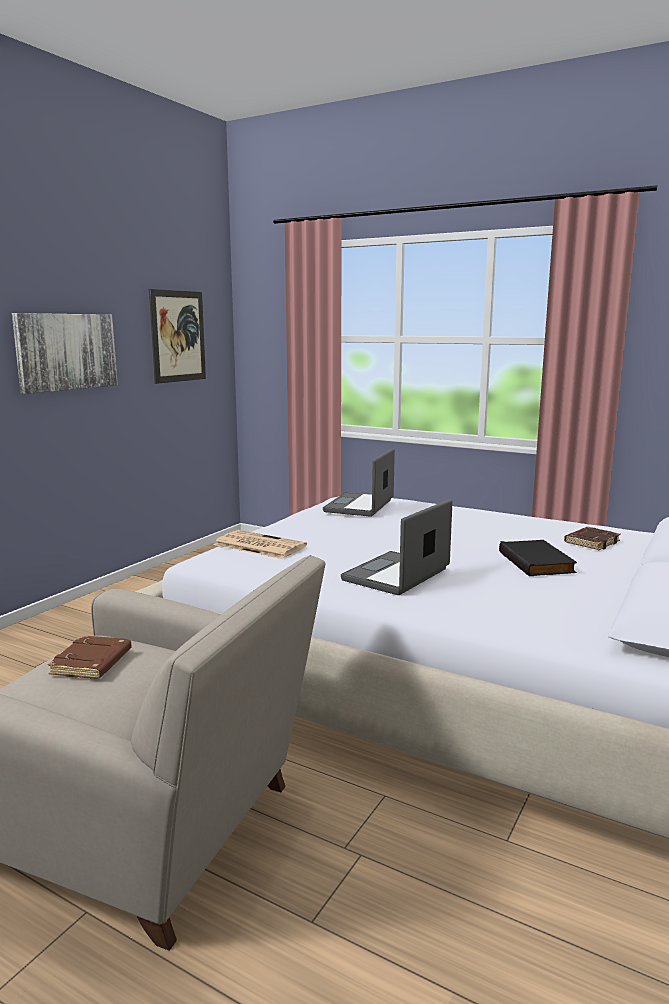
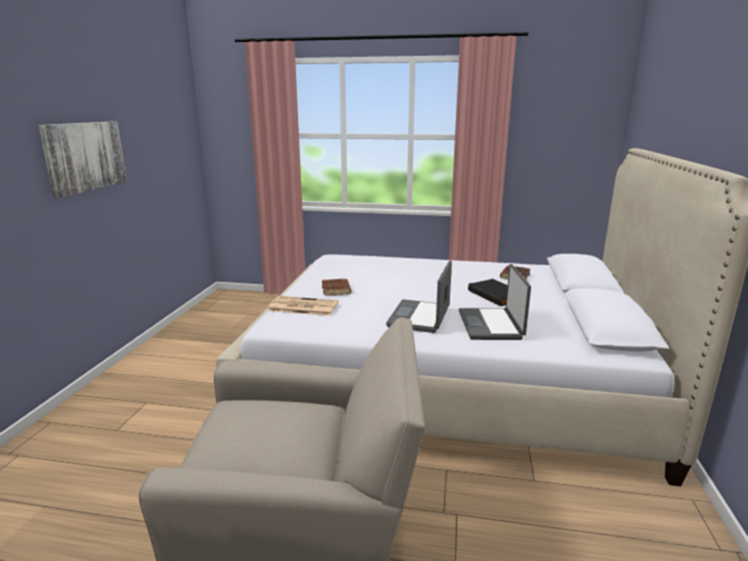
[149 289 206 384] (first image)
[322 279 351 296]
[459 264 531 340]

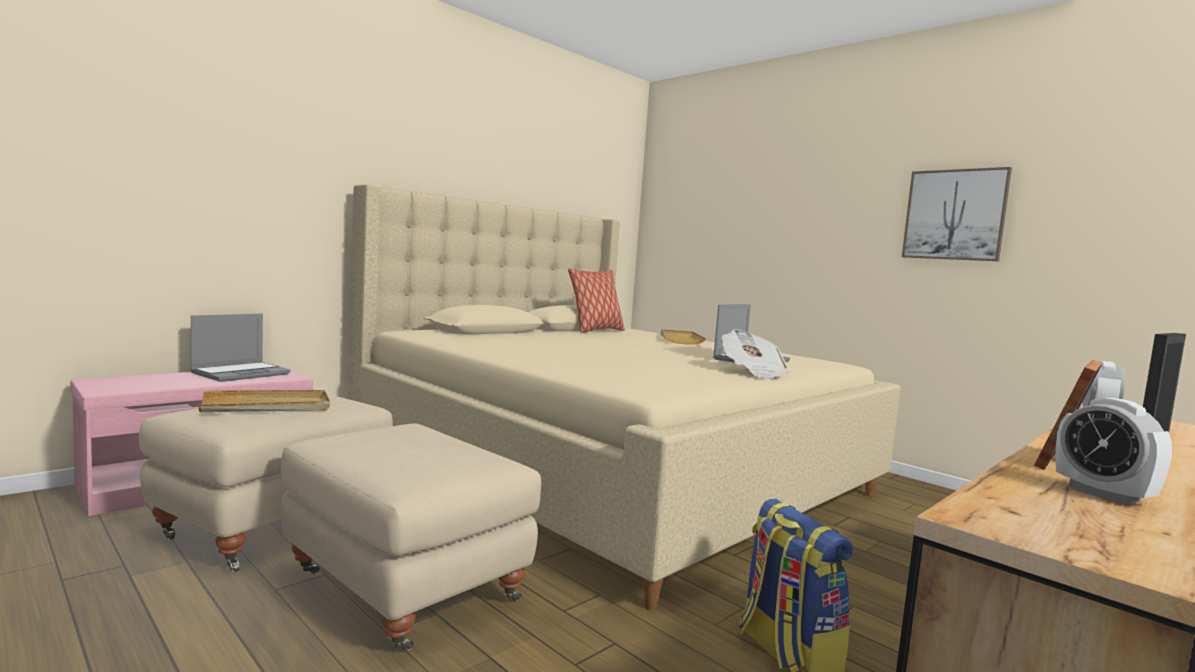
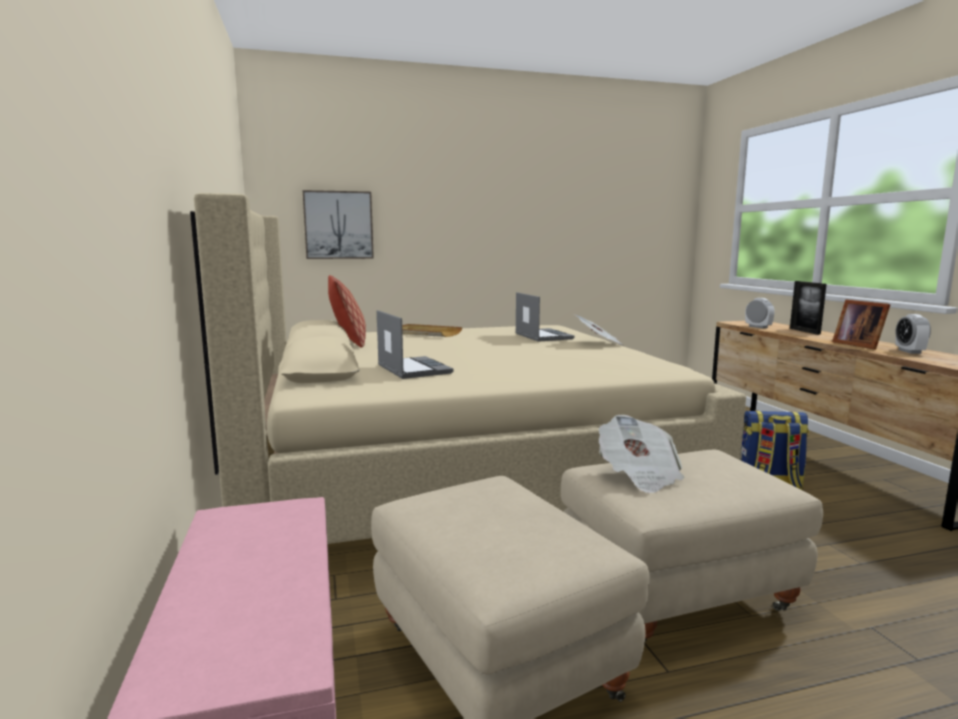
[199 390 330 412] (first image)
[598 415 685 493]
[377 310 454 379]
[303 190 374 259]
[895 314 931 354]

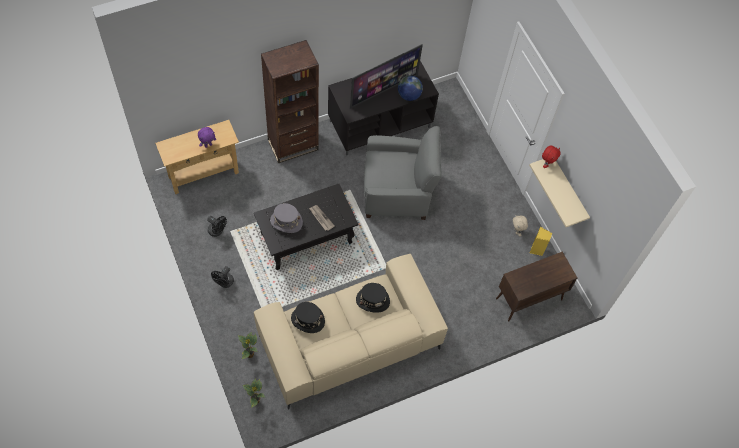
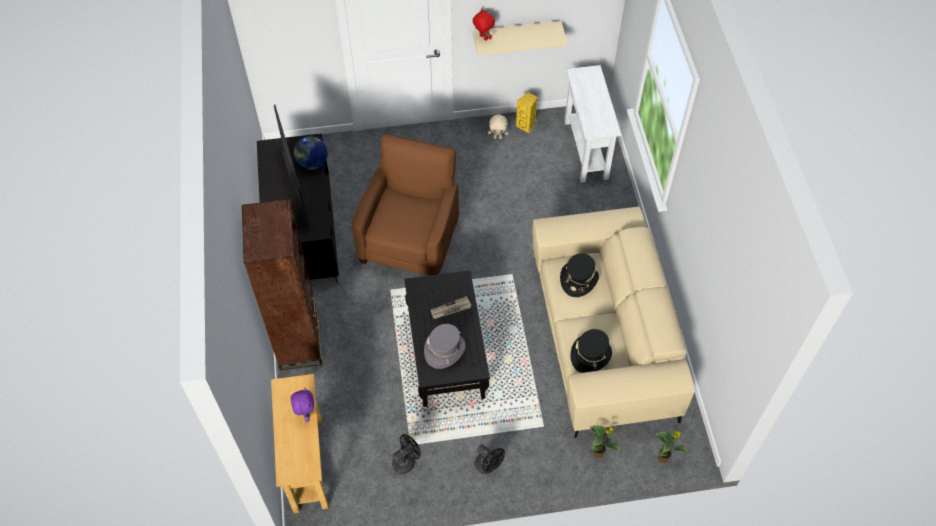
[564 65 622 183]
[352 134 459 275]

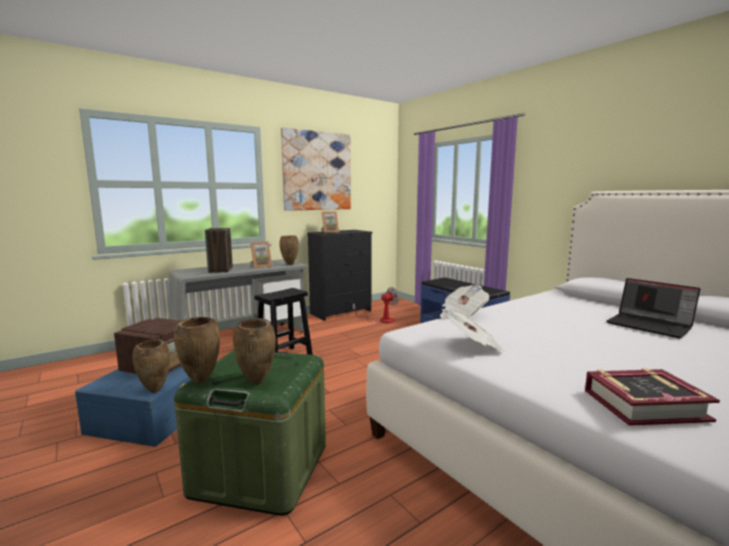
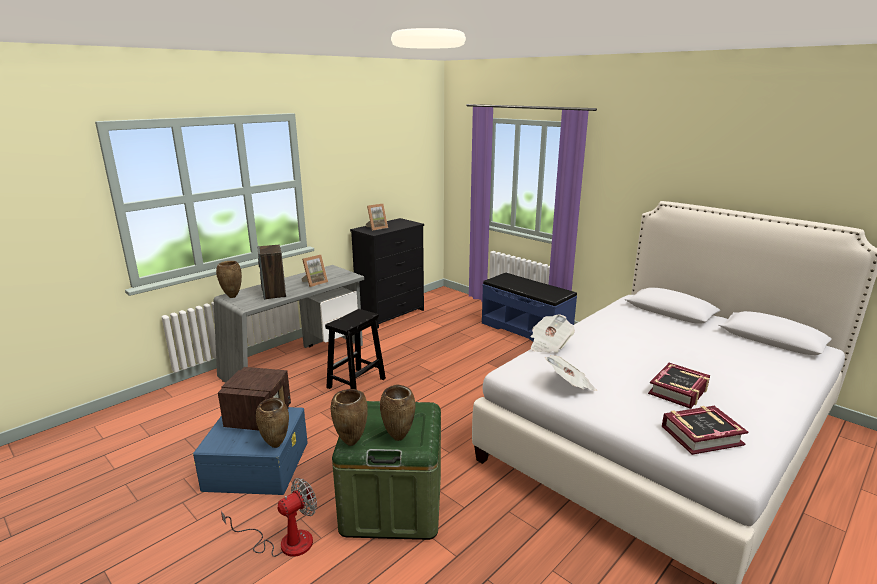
[281 127 351 211] (first image)
[606 278 700 338] (first image)
[648 363 710 409]
[216 261 242 298]
[221 478 317 557]

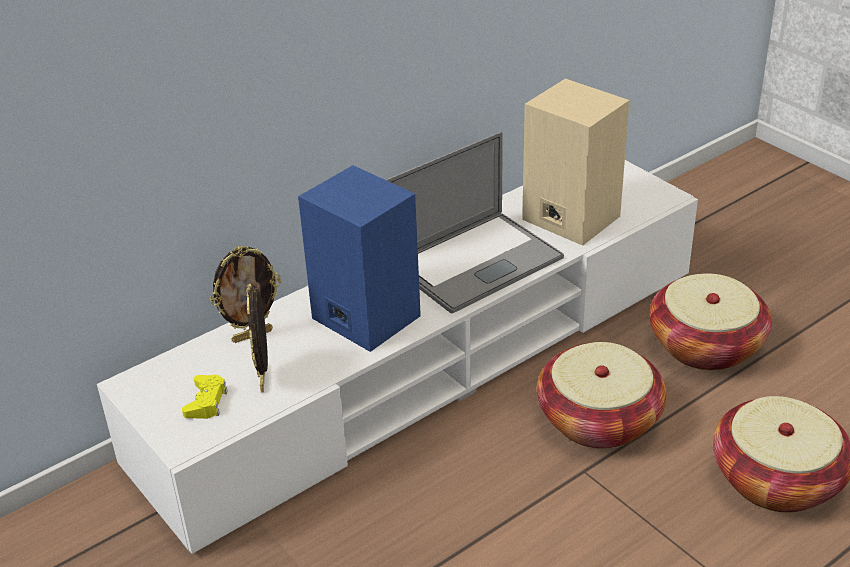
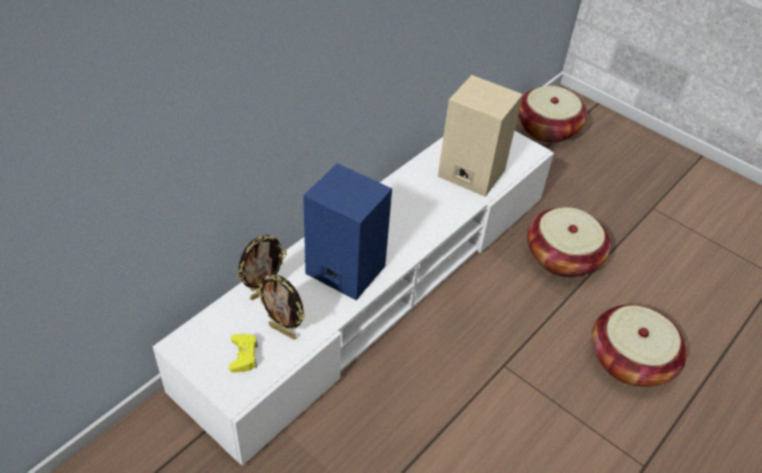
[386 132 564 313] (first image)
[518 86 587 143]
[256 274 305 340]

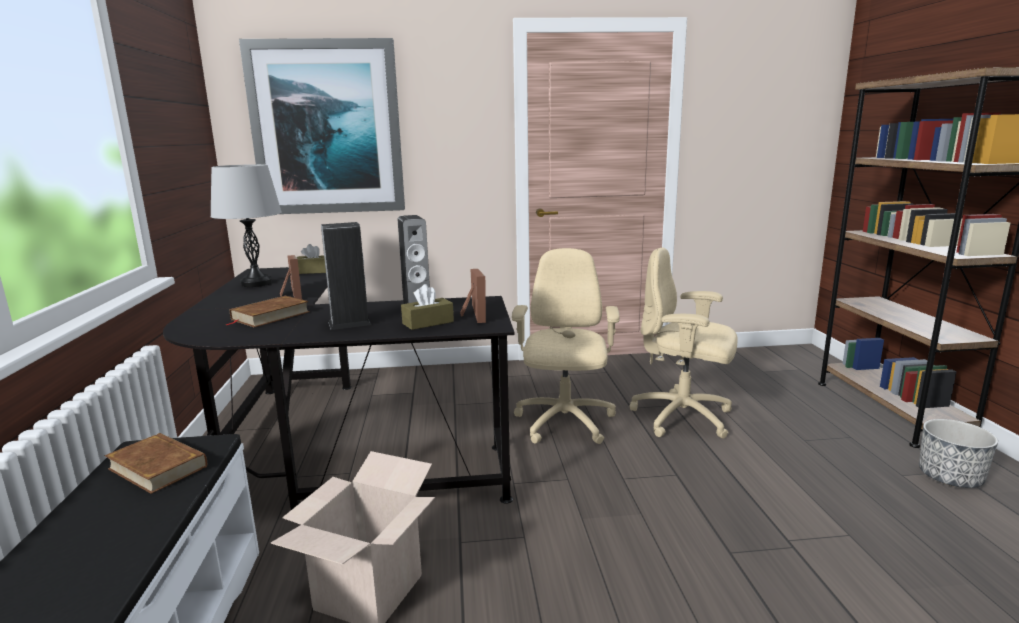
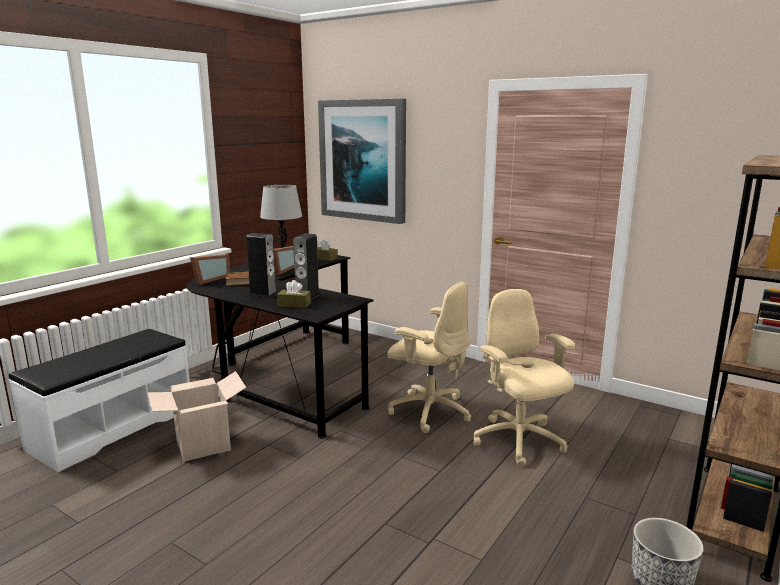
[105 433 207 494] (first image)
[190 254 230 285]
[388 282 472 433]

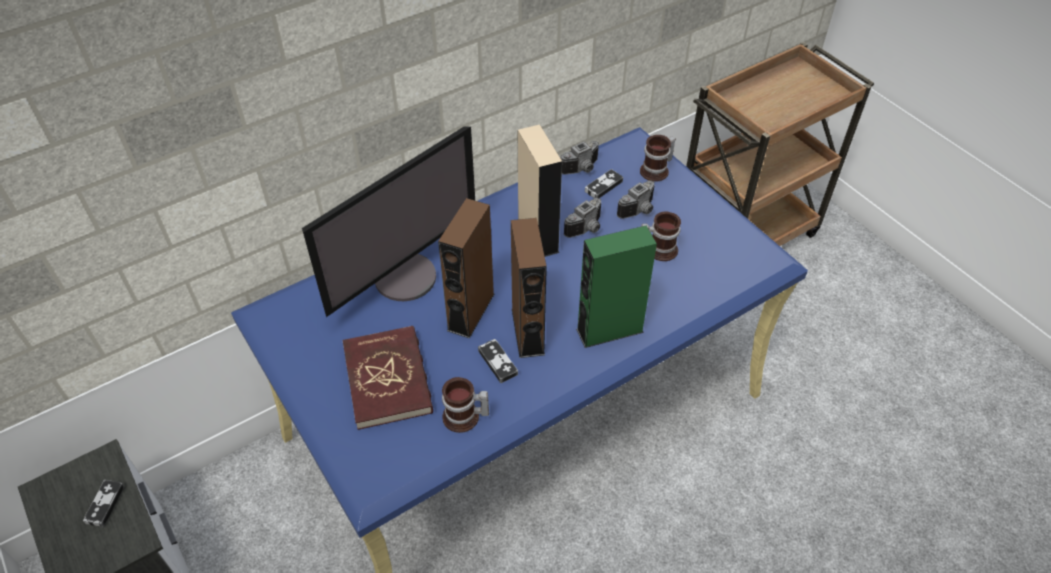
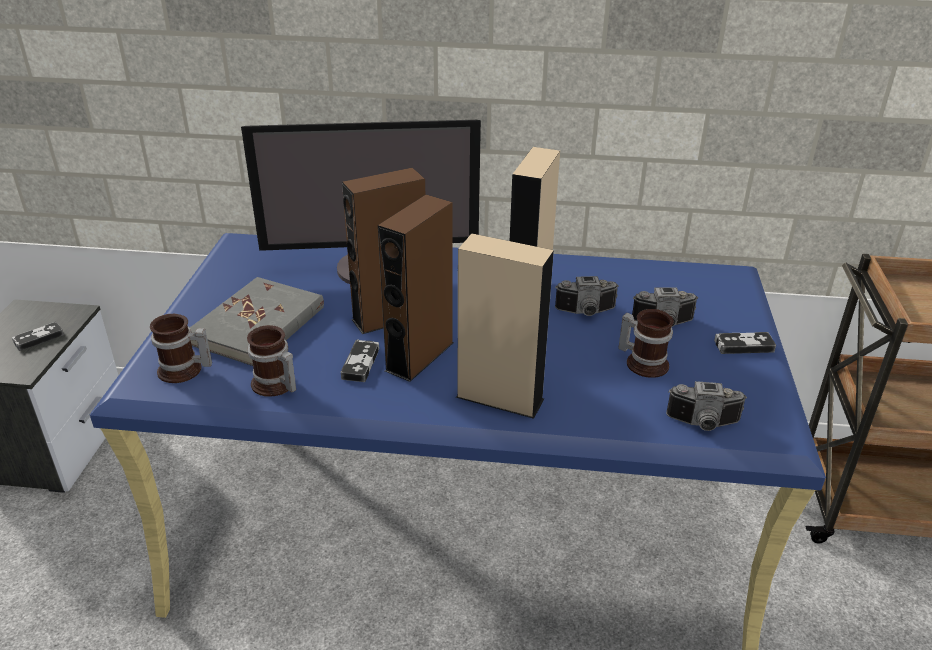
[666 381 747 431]
[714 332 776 354]
[150 314 212 383]
[190 277 324 366]
[456 233 554 419]

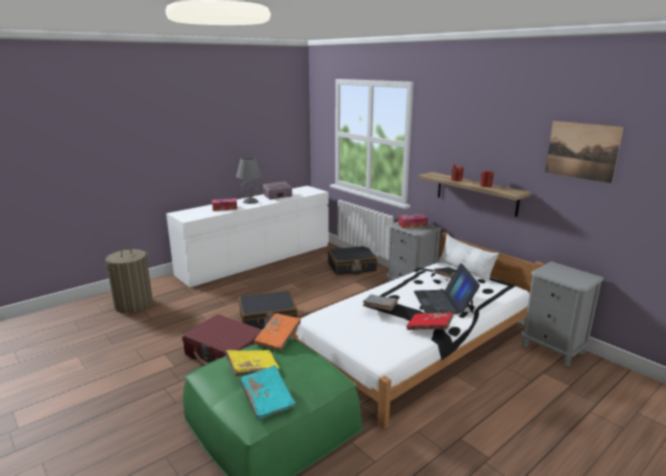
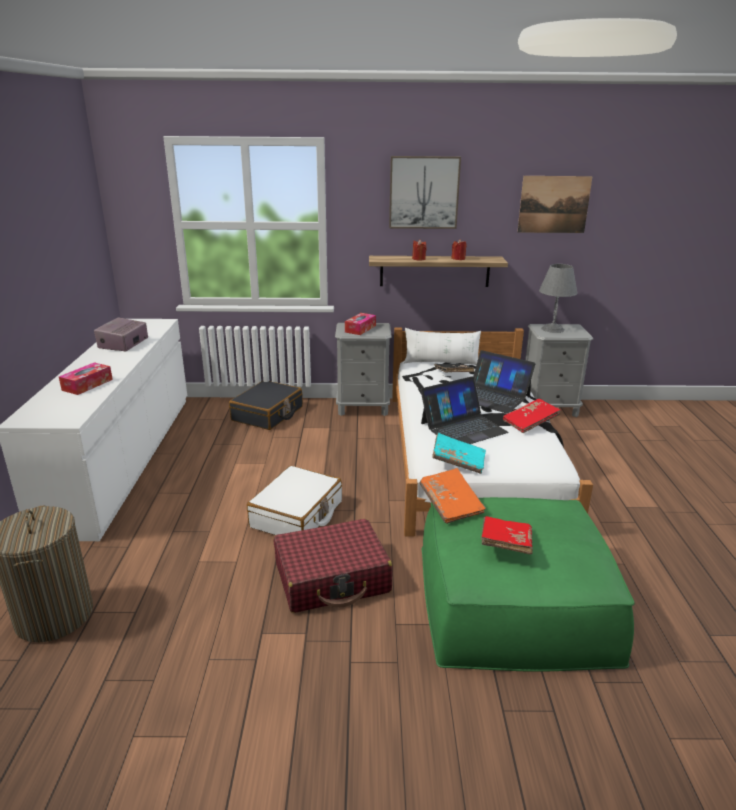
[389 156 461 229]
[539 264 578 333]
[432 433 486 474]
[421 376 509 444]
[481 516 533 554]
[247 466 342 535]

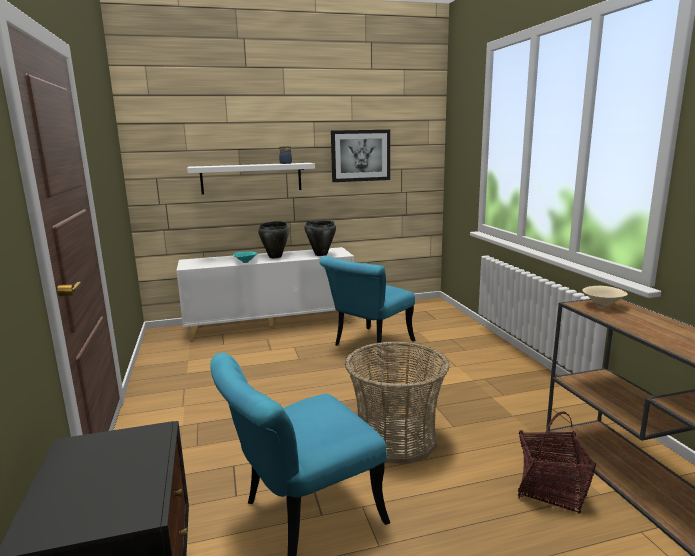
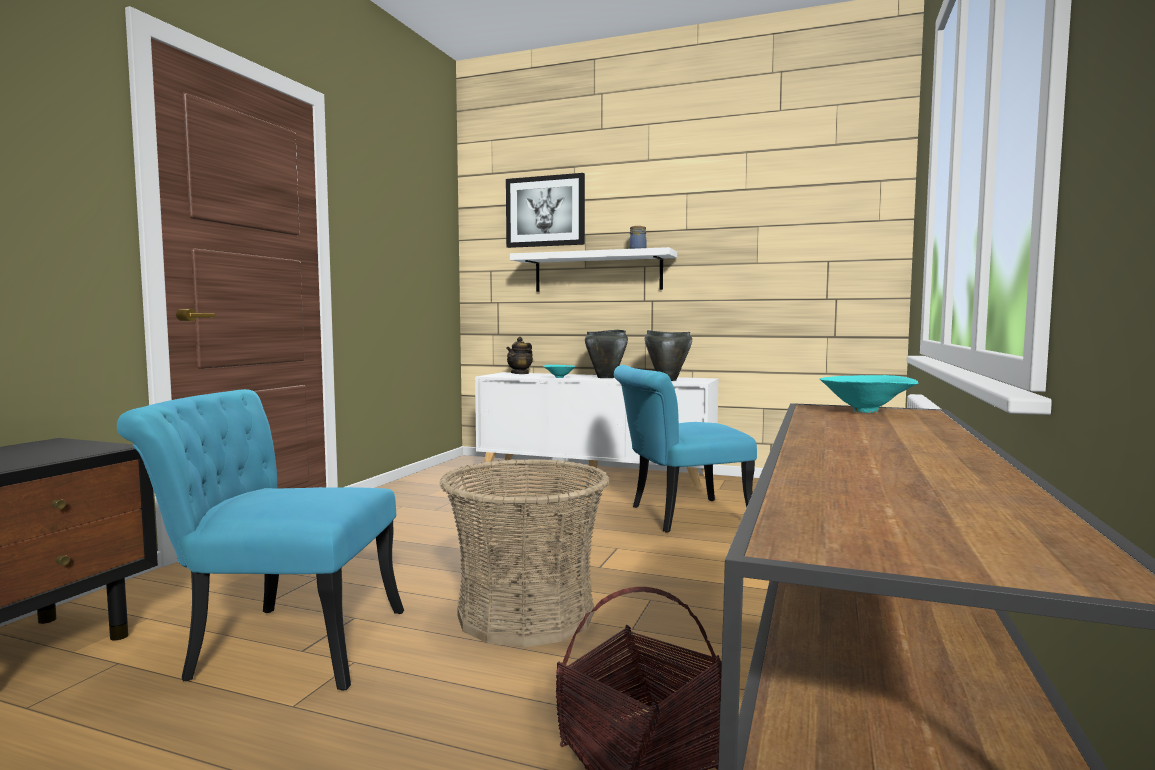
[506 337 533 374]
[506 173 585 248]
[820 375 918 413]

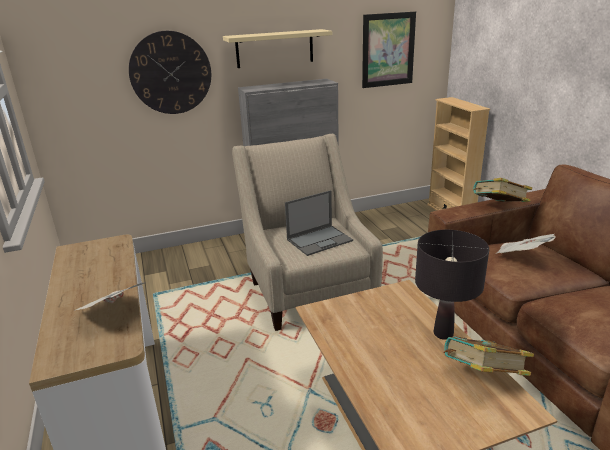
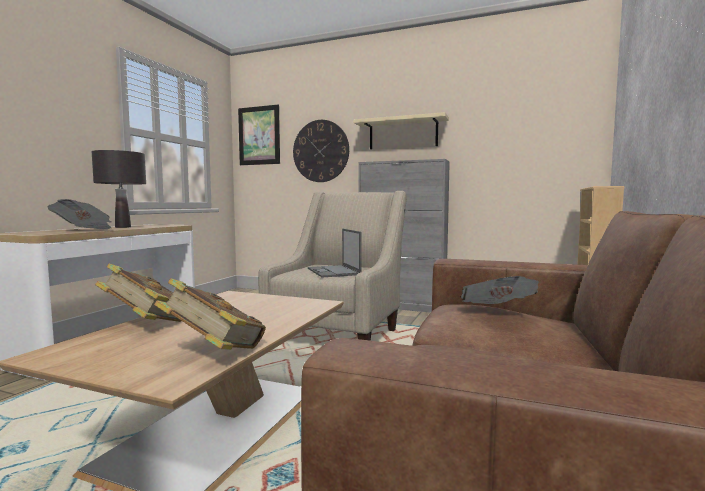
[238 105 280 165]
[92 150 146 228]
[95 263 181 322]
[308 229 362 277]

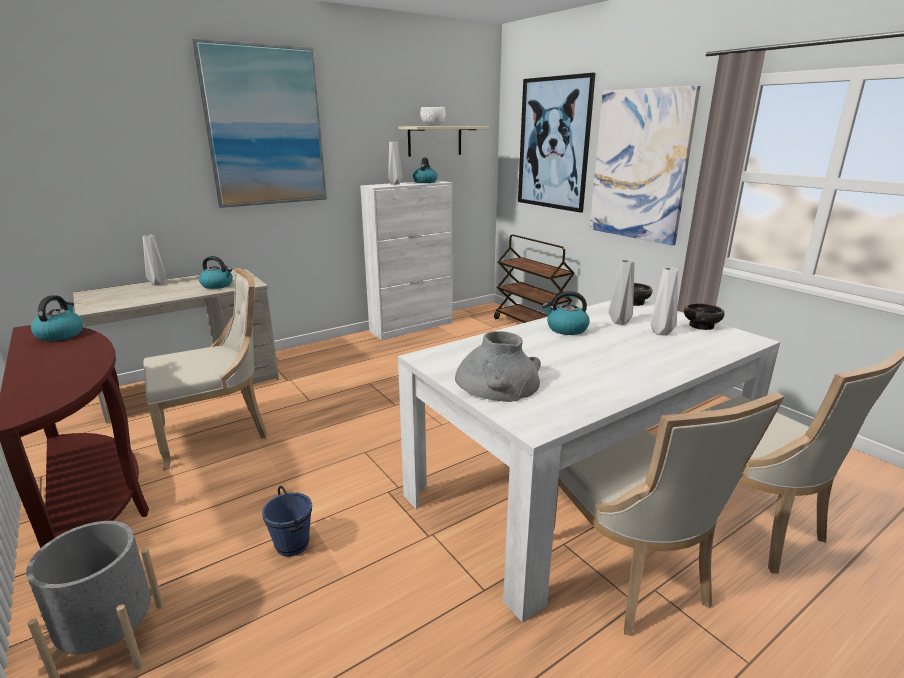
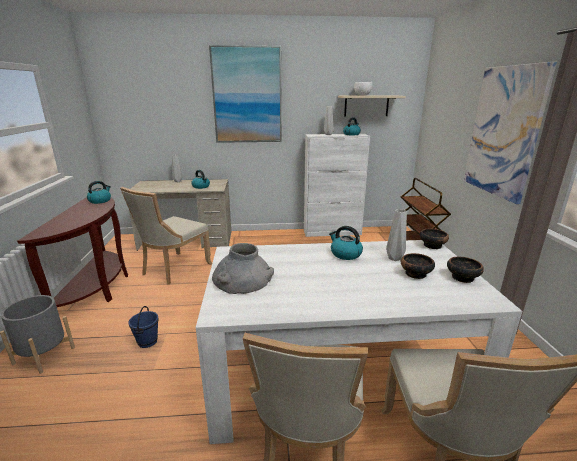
[518 73 596 213] (first image)
[401 253 435 279]
[120 187 212 285]

